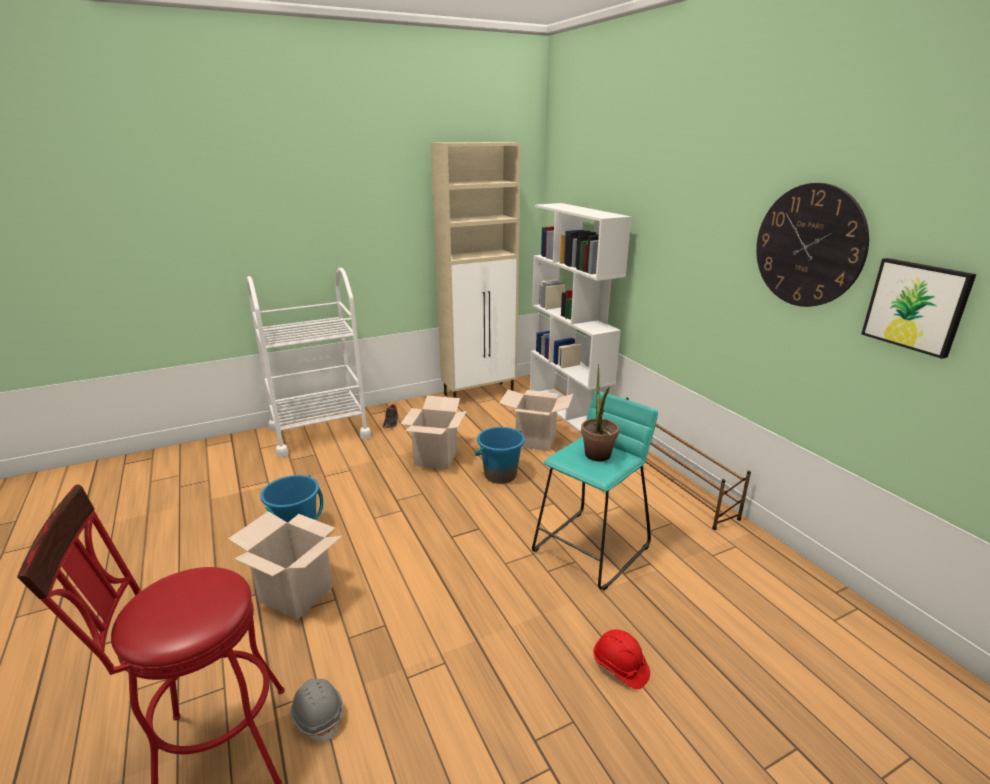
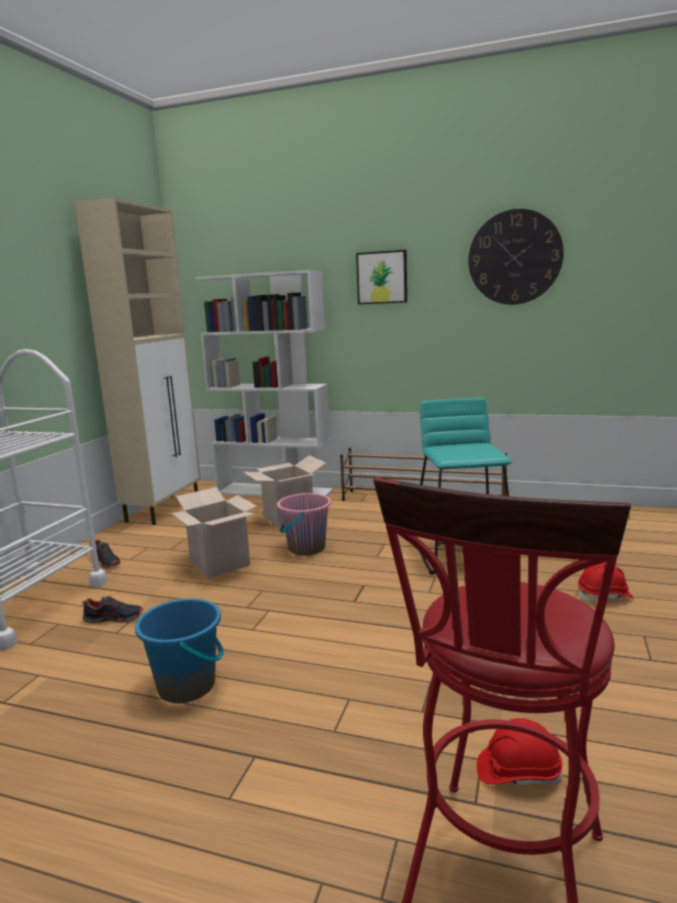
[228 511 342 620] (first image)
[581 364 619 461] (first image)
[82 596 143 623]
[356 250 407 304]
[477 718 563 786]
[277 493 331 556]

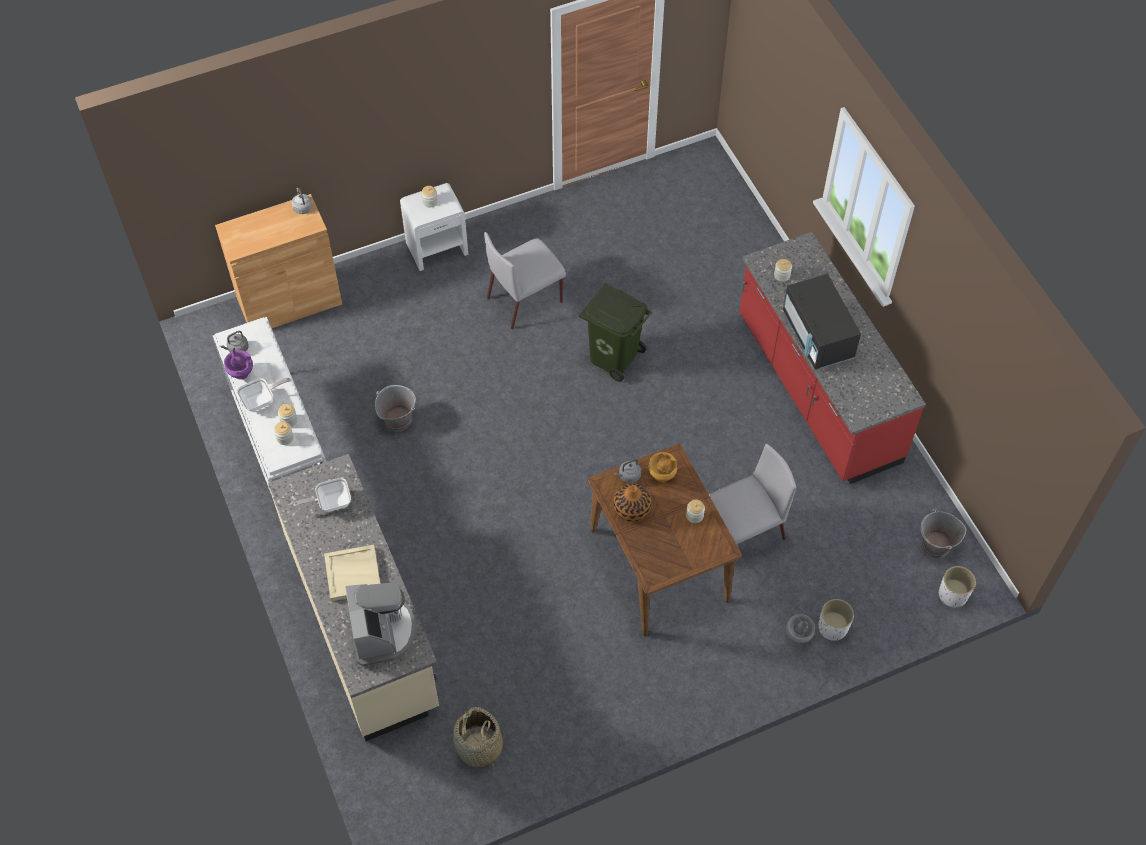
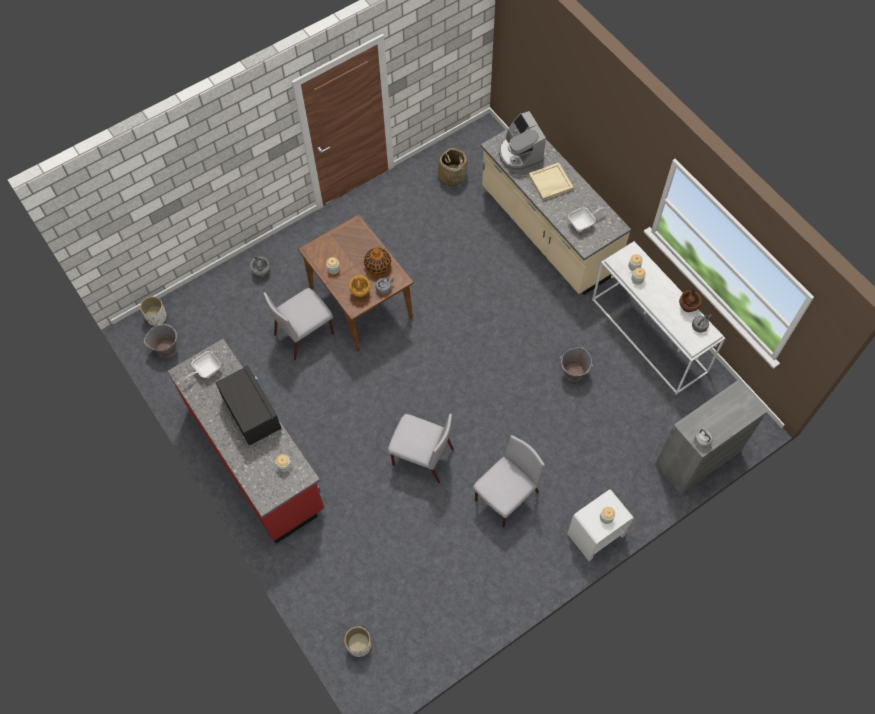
[181 351 221 382]
[344 627 371 657]
[388 413 454 483]
[655 380 767 494]
[679 290 702 312]

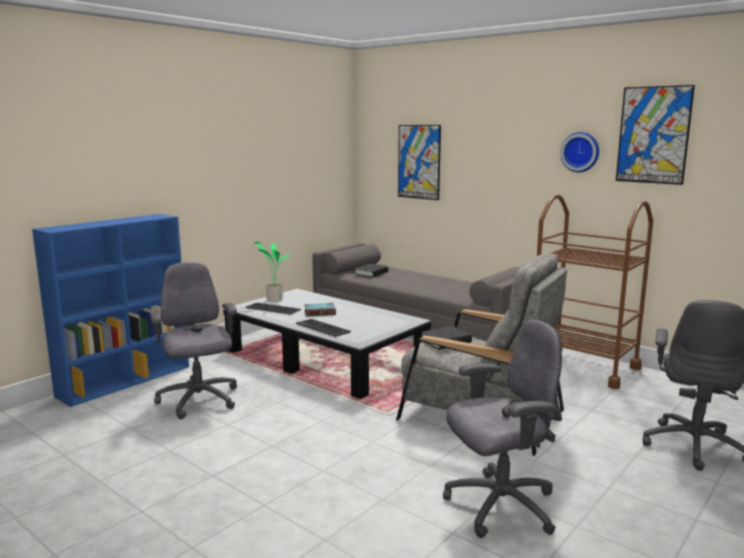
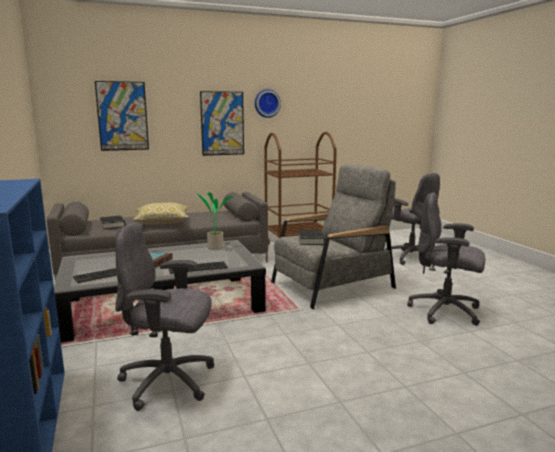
[133 203 189 225]
[196 192 234 250]
[200 91 244 156]
[407 192 485 326]

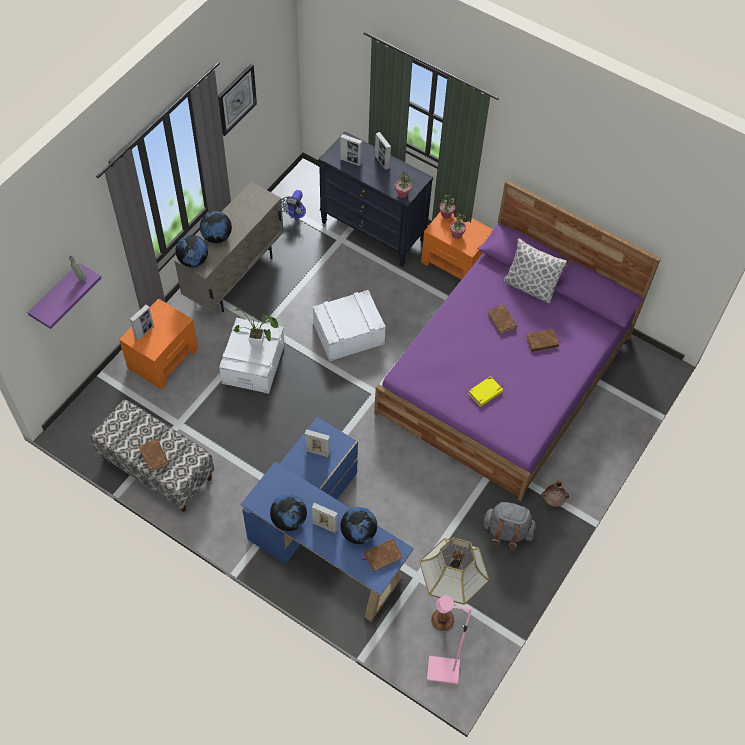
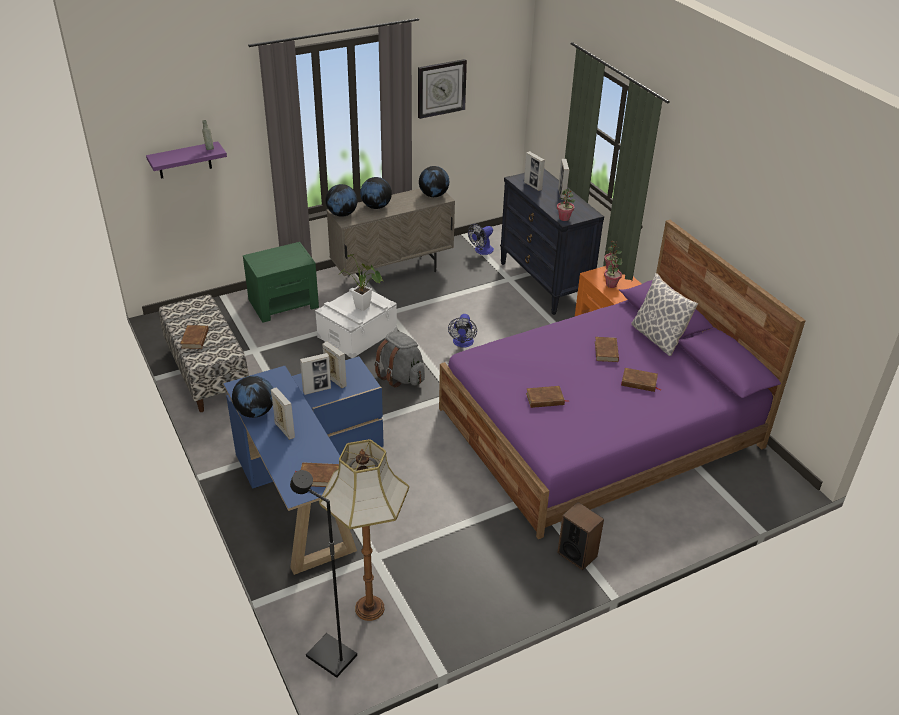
[300 353 331 395]
[419 166 449 197]
[374 331 425 388]
[448 314 477 348]
[557 502 604 570]
[243 242 319 323]
[290 470 357 678]
[526 386 569 408]

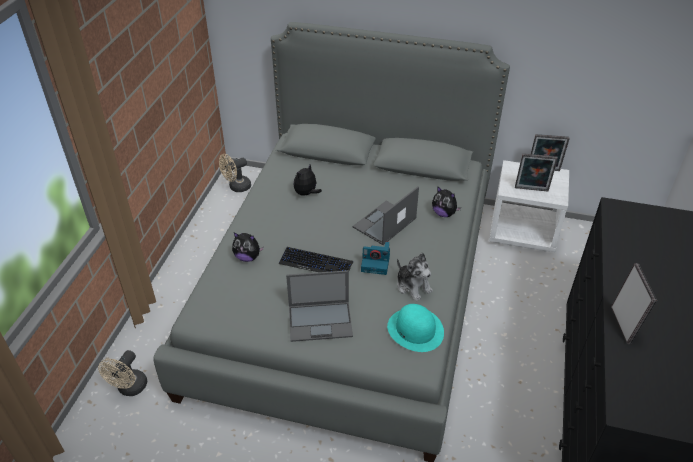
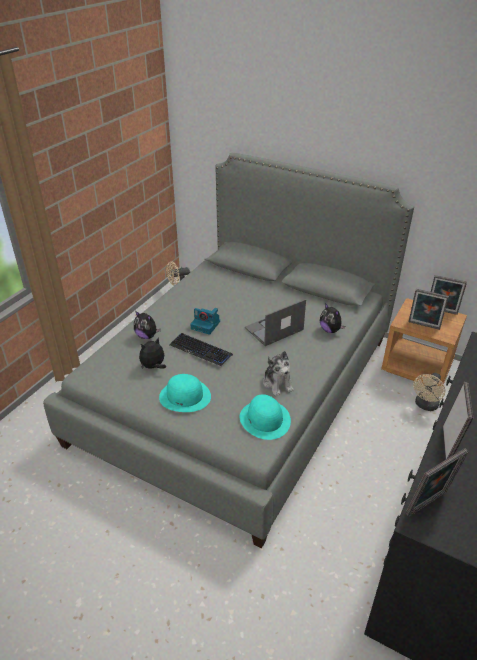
[405 448 468 517]
[413 373 445 411]
[139 338 166 369]
[190 308 220 335]
[159 374 211 412]
[381 298 467 387]

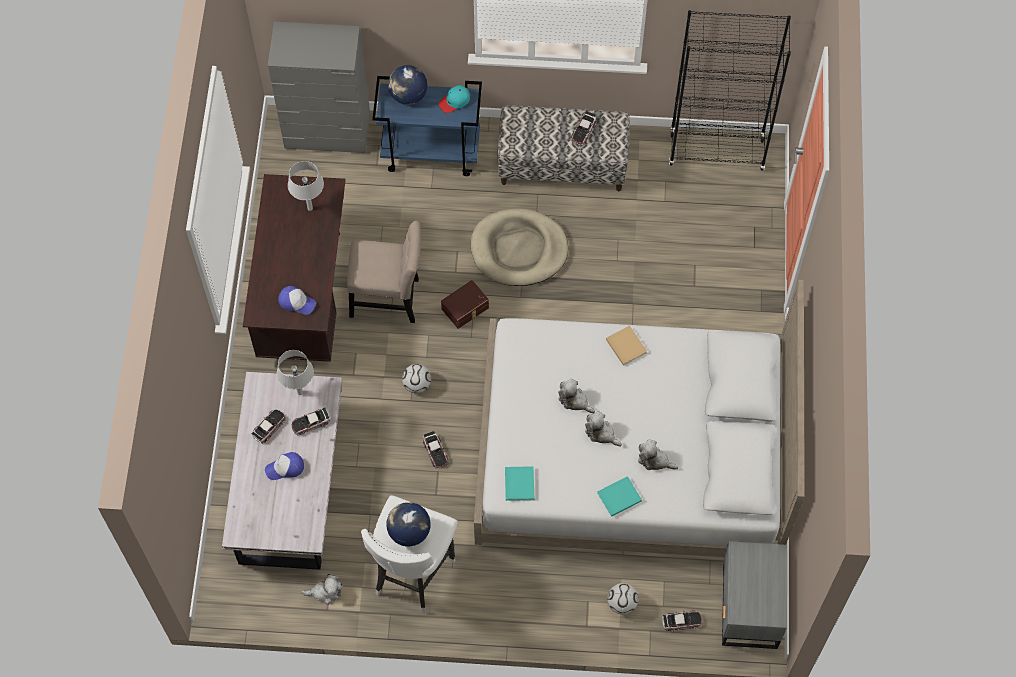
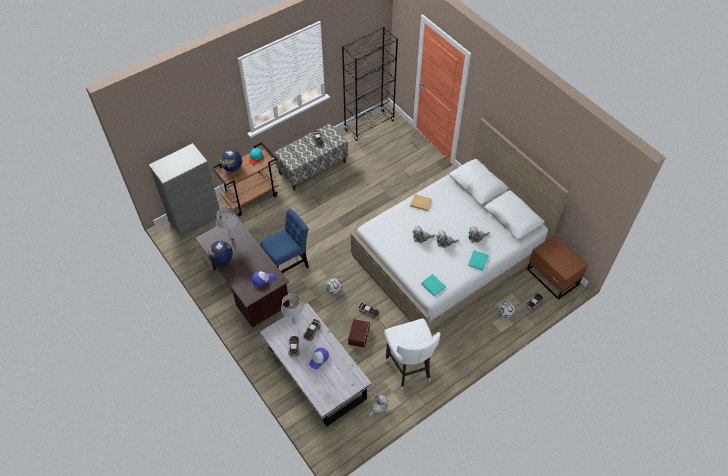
[471 208 568 286] (first image)
[208 241 233 265]
[348 319 370 348]
[260 208 309 273]
[212 142 279 216]
[527 235 588 300]

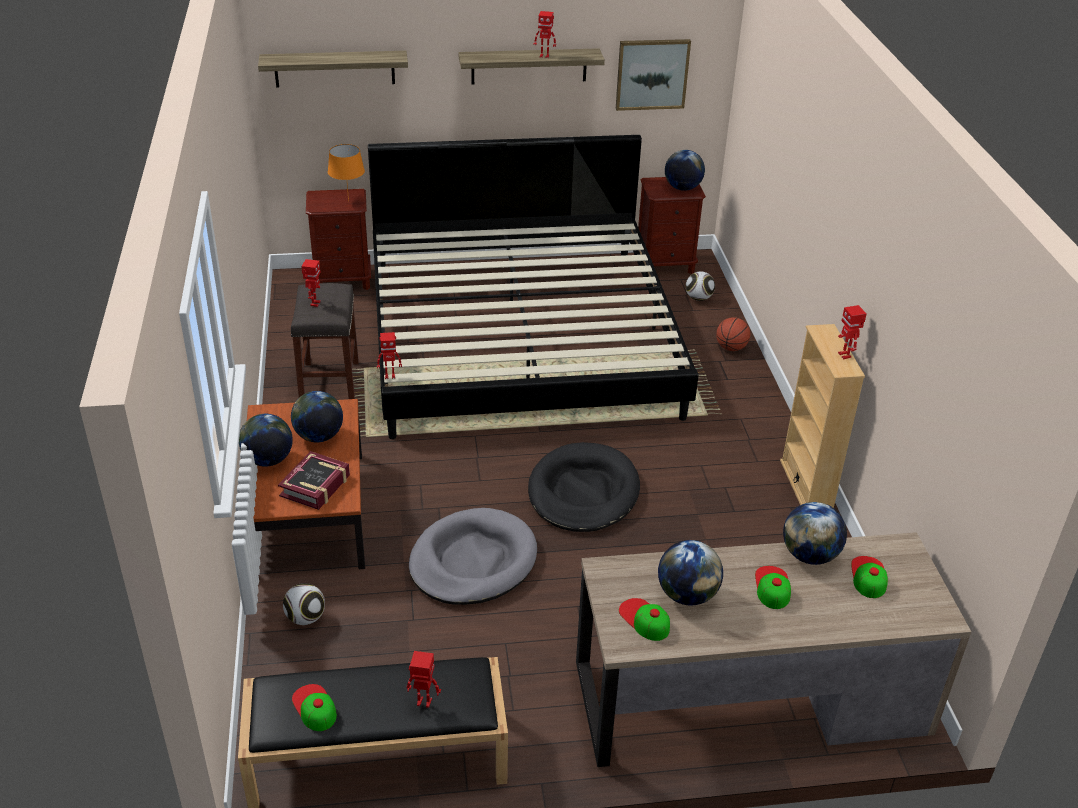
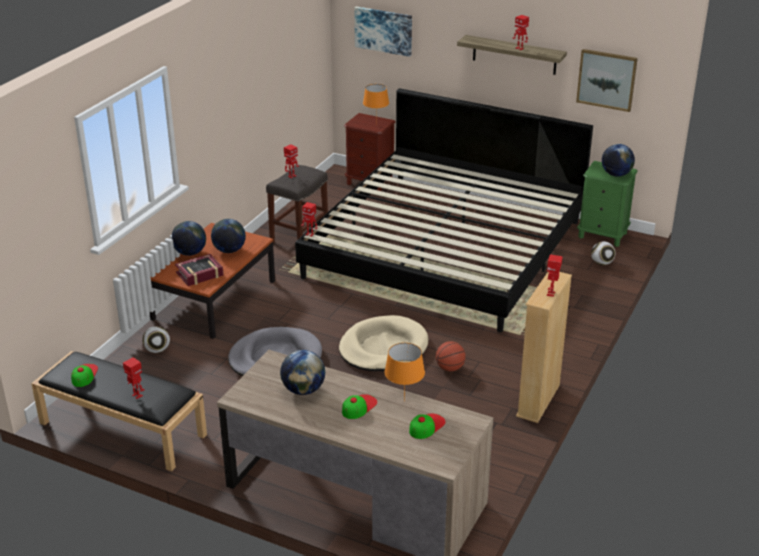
[619 598 670 641] (first image)
[436 341 466 371]
[354 7 412 57]
[384 343 425 401]
[339 315 429 371]
[577 161 638 247]

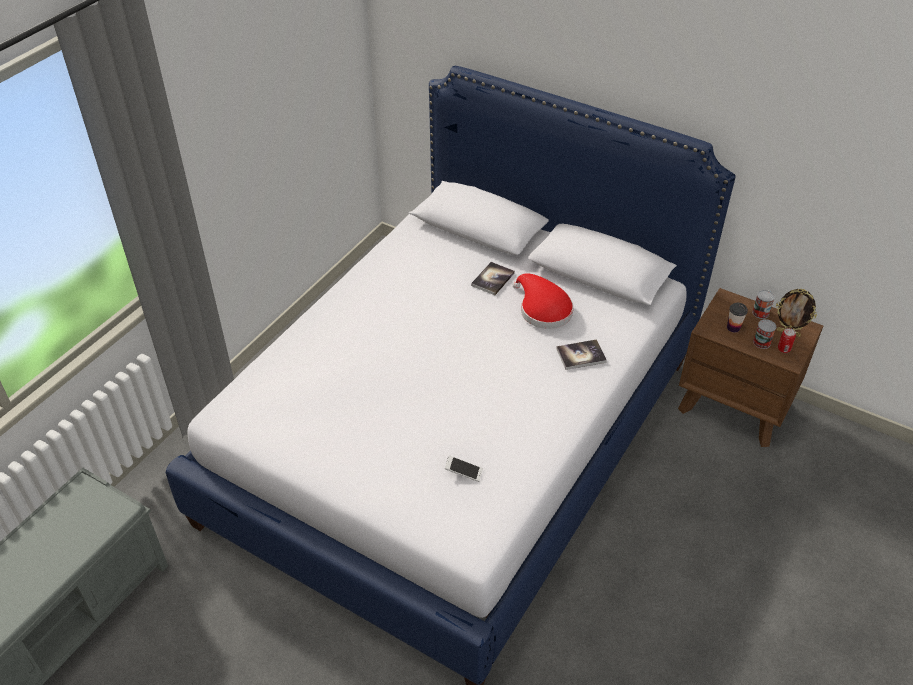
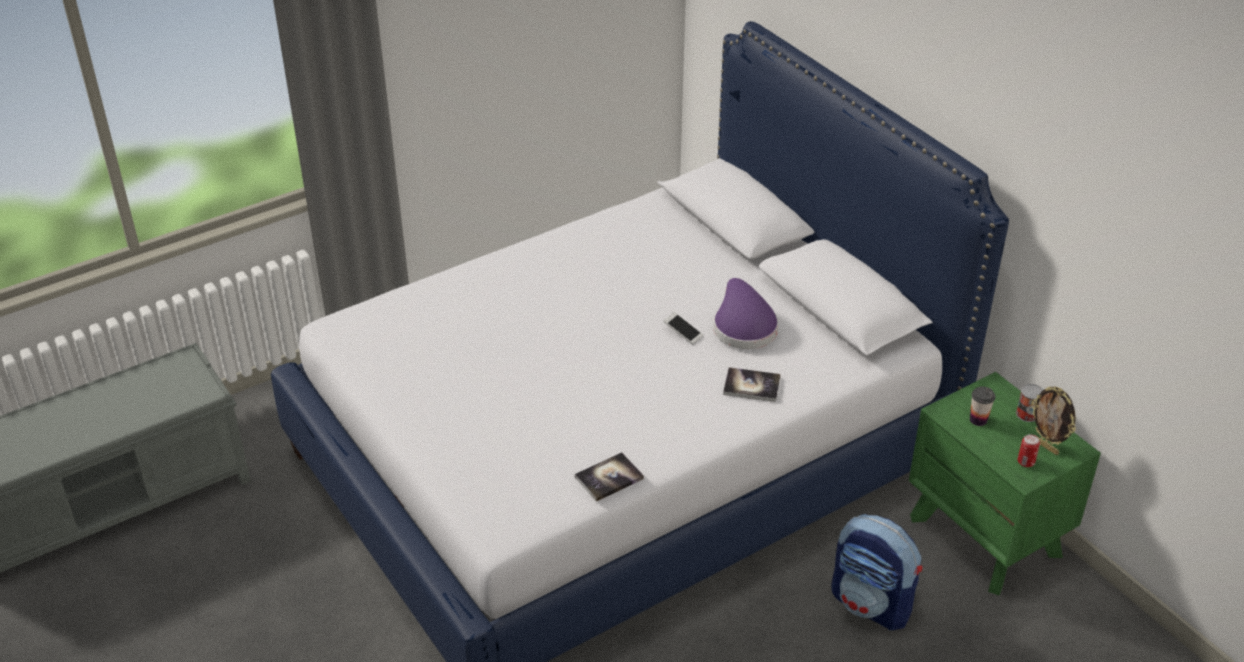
[753 319 776 349] (first image)
[831 514 922 630]
[663 312 703 345]
[575 452 644 502]
[713 278 778 349]
[909 372 1101 595]

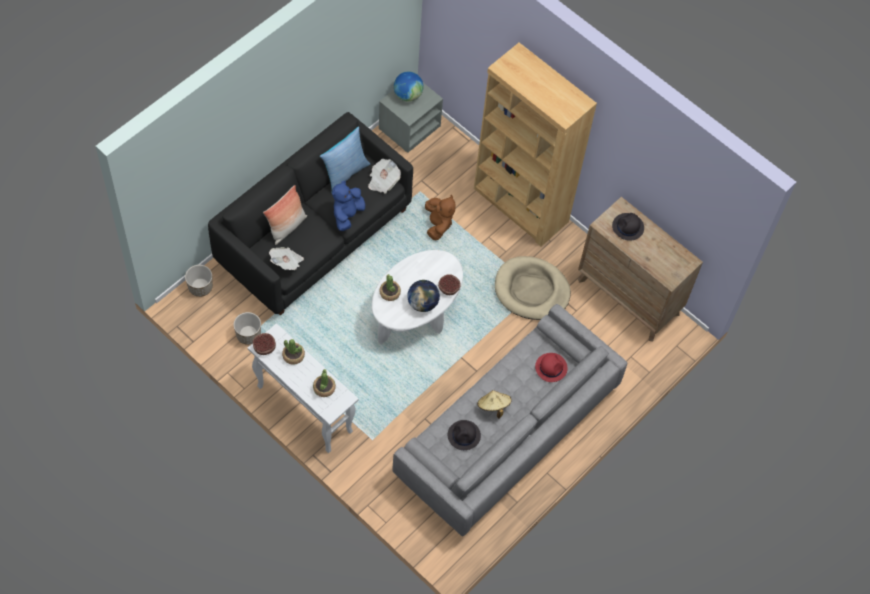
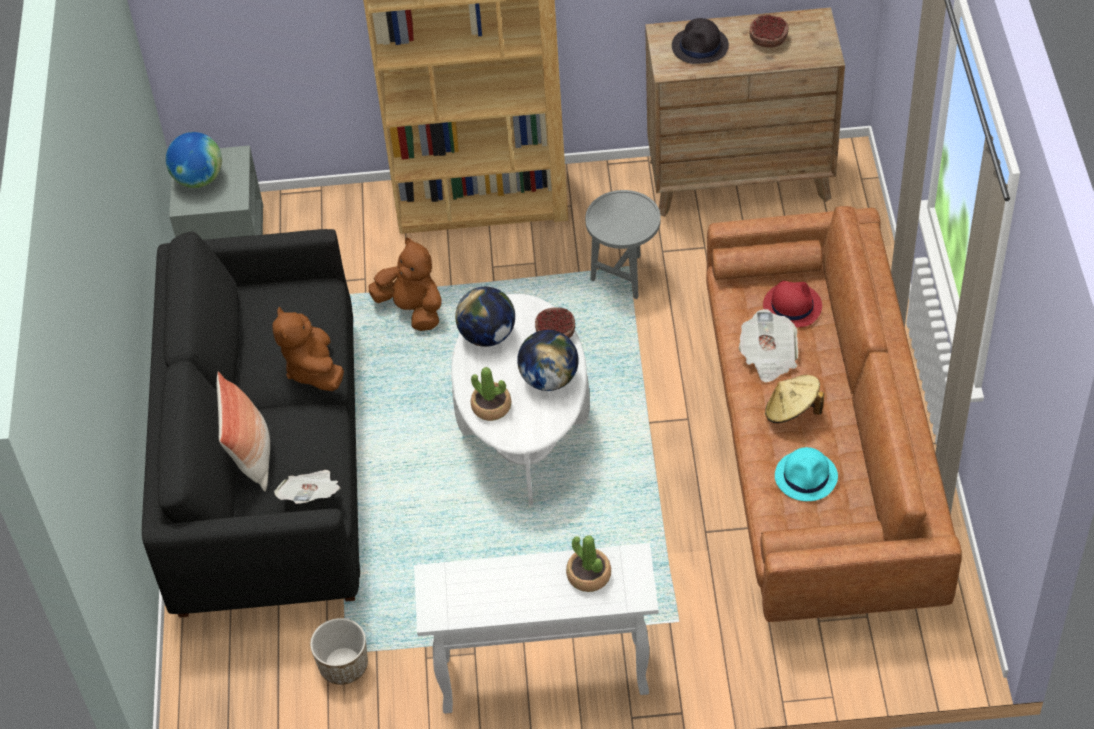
[185 265 213 297] (first image)
[282 339 305 365] (first image)
[320 126 370 189] (first image)
[455 287 515 347]
[750 15 788 48]
[739 309 798 383]
[585 190 661 299]
[272 307 344 391]
[706 206 962 622]
[775 447 838 501]

